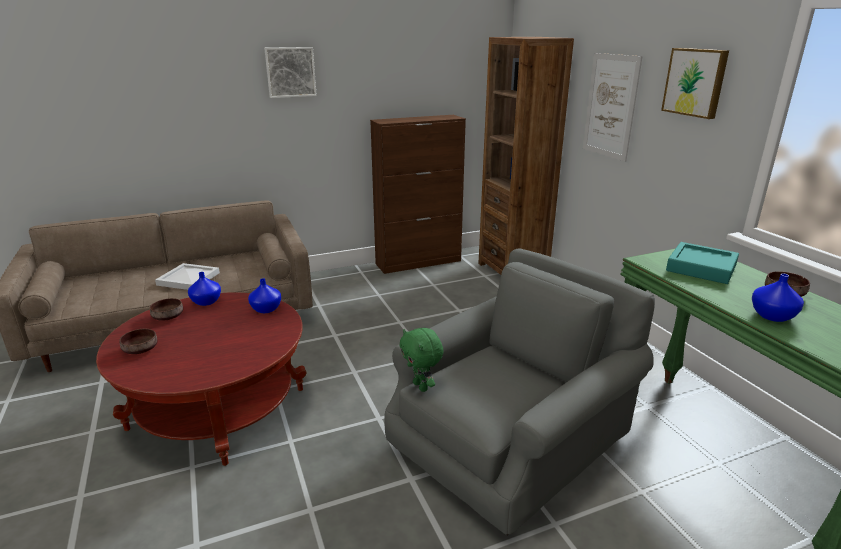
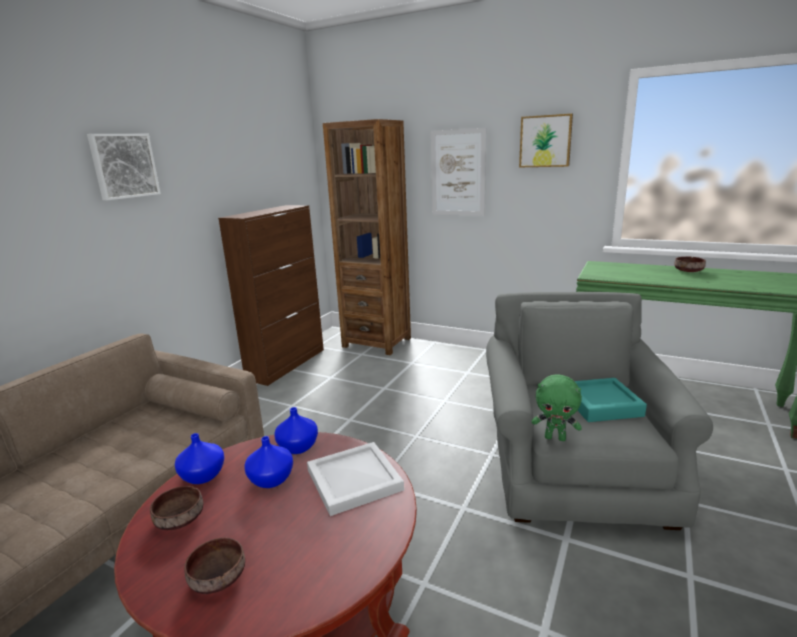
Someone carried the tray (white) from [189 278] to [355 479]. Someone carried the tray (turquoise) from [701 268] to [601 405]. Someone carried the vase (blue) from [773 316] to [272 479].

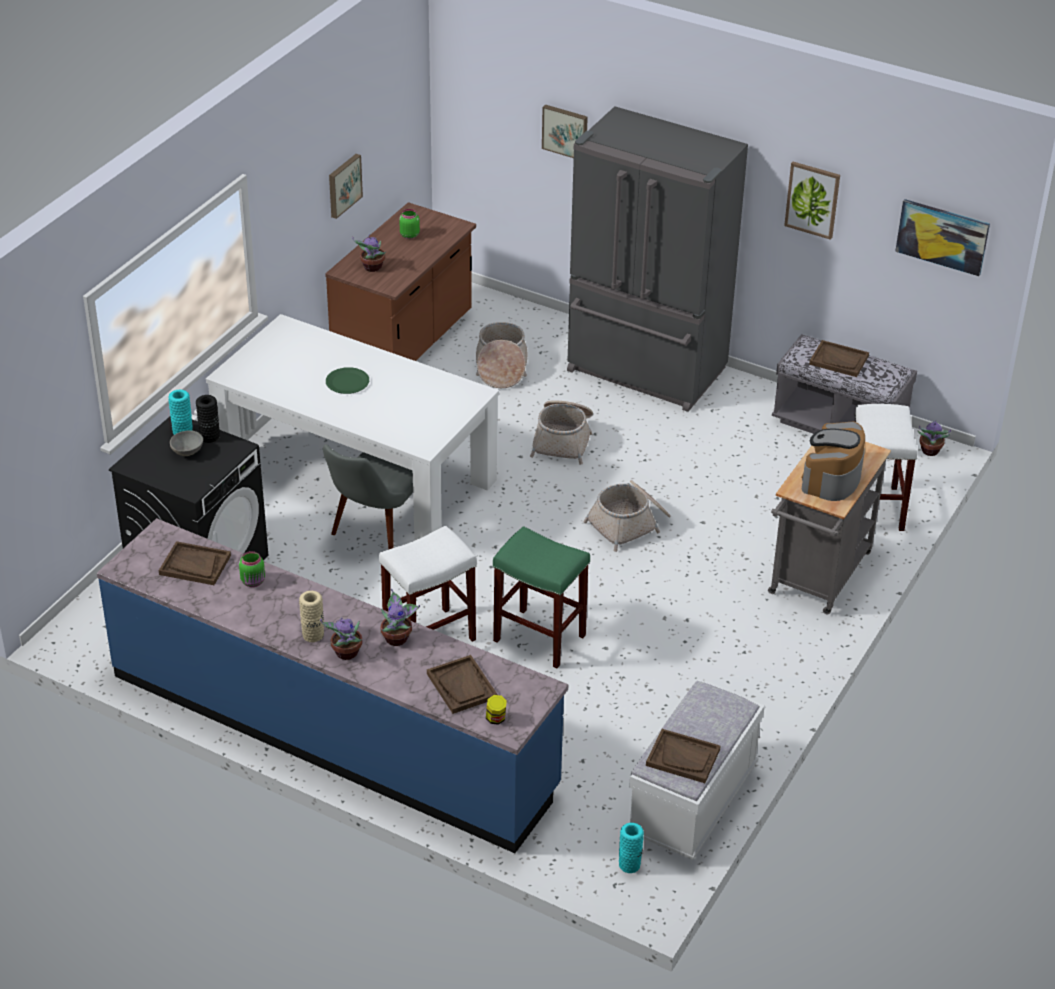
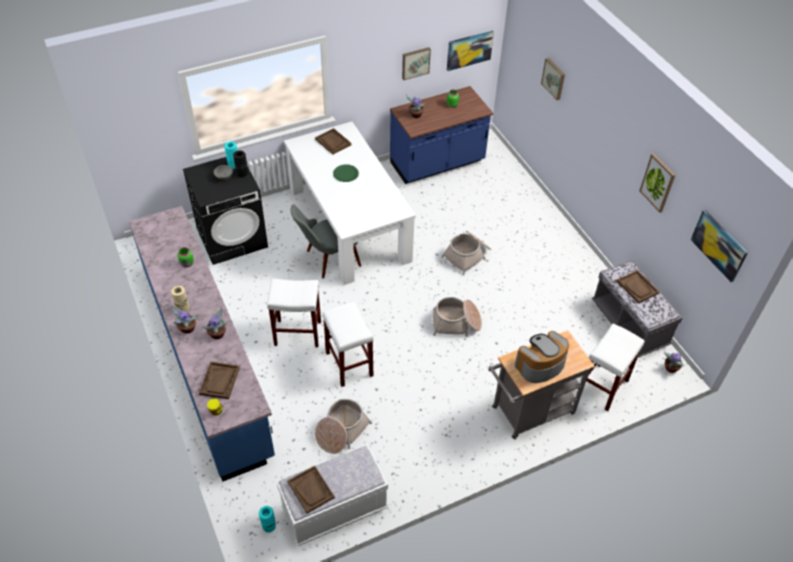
Someone carried the tray (brown) from [195 565] to [333 142]. Someone repainted the counter (brown) at [404 345], which became the counter (blue) at [437 164]. Someone carried the basket from [501 367] to [341 431]. Someone repainted the stool (green) at [538 638], which became the stool (white) at [348 364]. Someone took away the fridge (grey) at [645 371]. Someone put up the picture at [469 50].

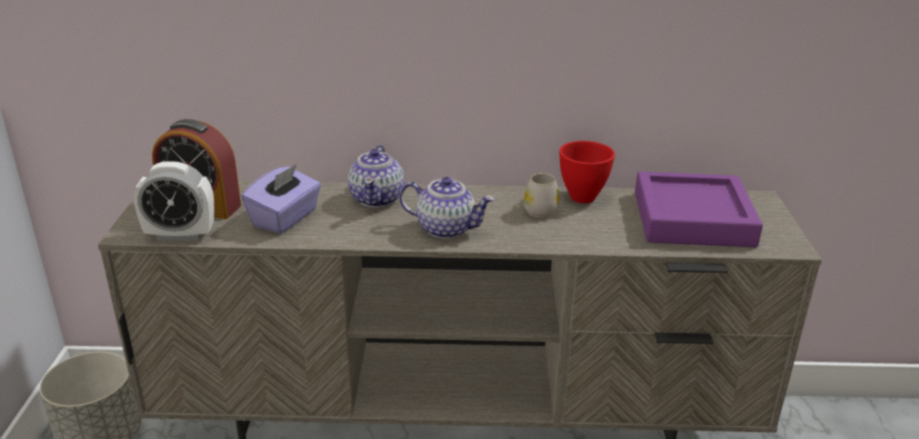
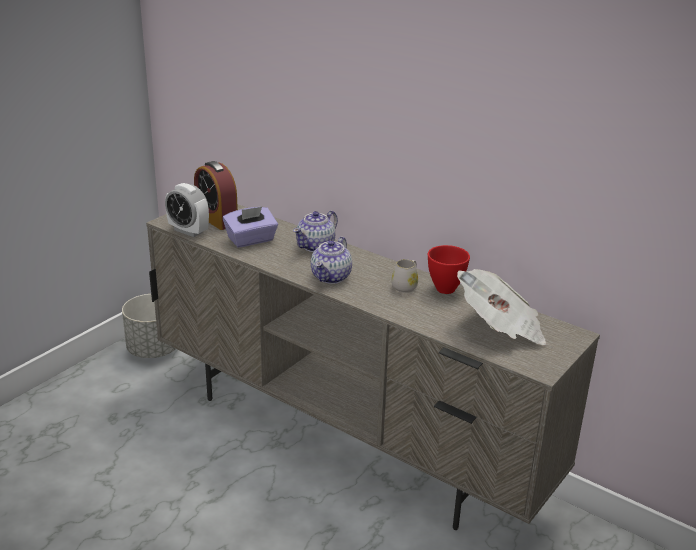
Someone rotated the teapot at [447 228] by 60 degrees clockwise. Someone swapped the tray (purple) at [692 219] for the newspaper at [500 328].

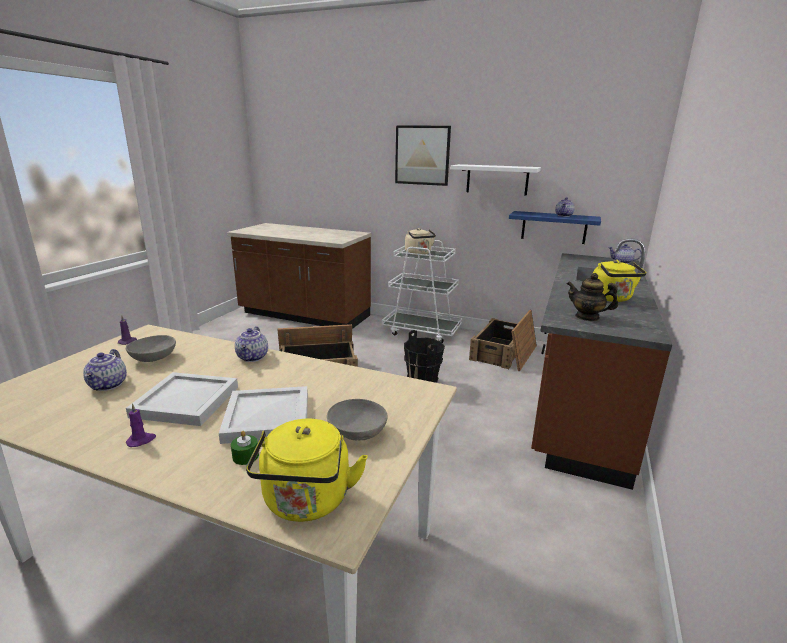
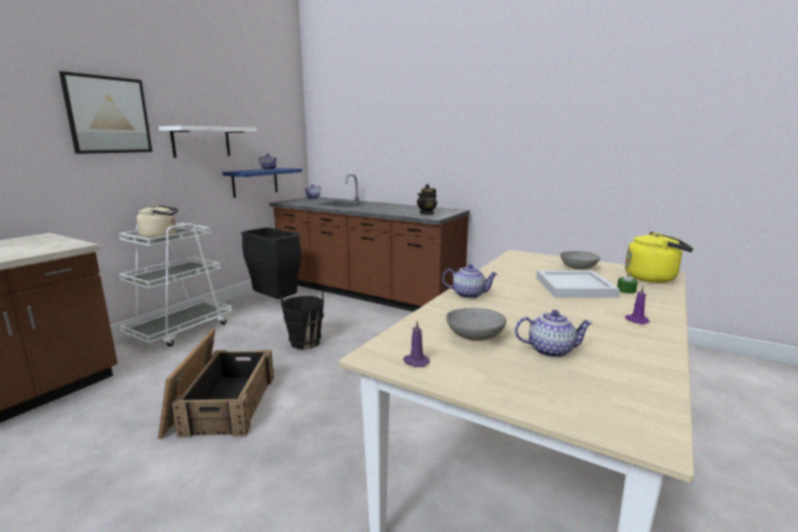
Someone took away the tray (white) at [185 401]. Someone swapped the crate at [504 353] for the trash can (black) at [276 302]. Someone took away the kettle (yellow) at [612 299].

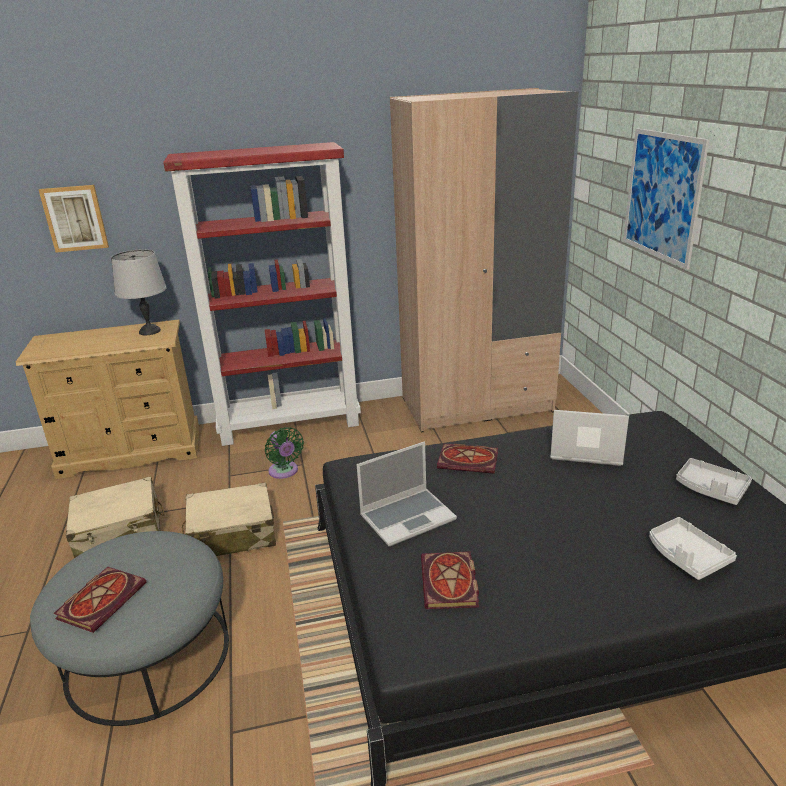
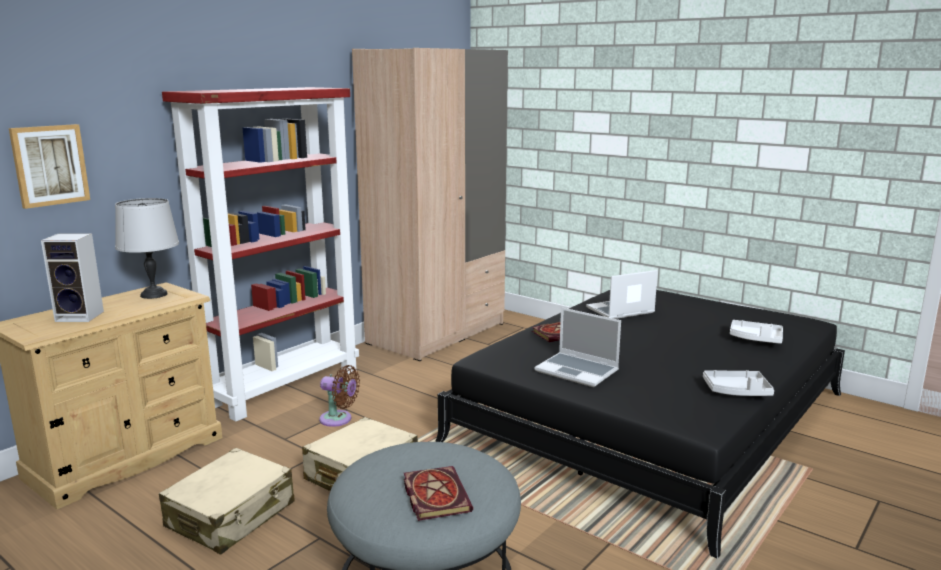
Someone repainted the fan (green) at [284 472], which became the fan (brown) at [339 419]. Someone rotated the laptop at [408 517] by 105 degrees clockwise. Someone took away the book at [450 584]. Someone took away the picture at [662 196]. Someone carried the tray (grey) from [711 489] to [737 391]. Someone put down the speaker at [81 316].

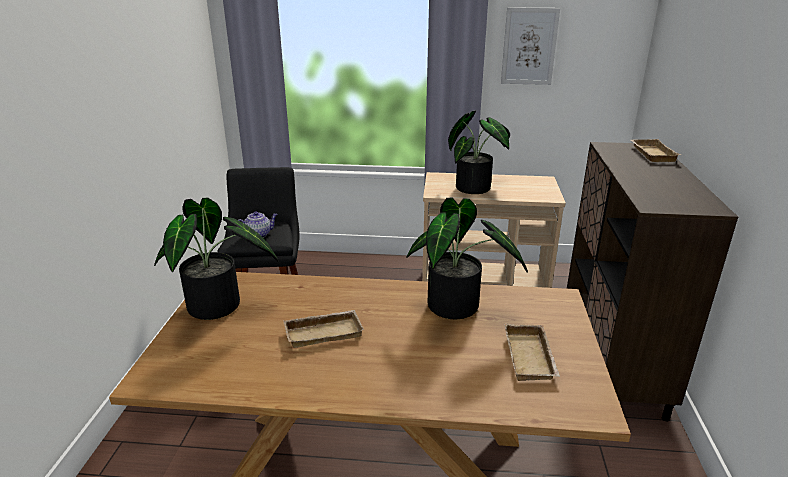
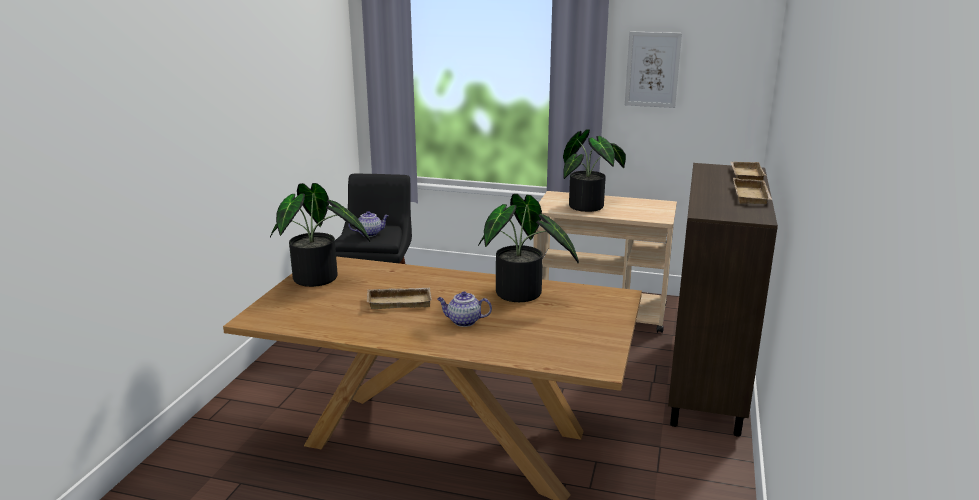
Someone carried the tray (beige) from [531 357] to [752 196]. Someone put down the teapot at [463 321].

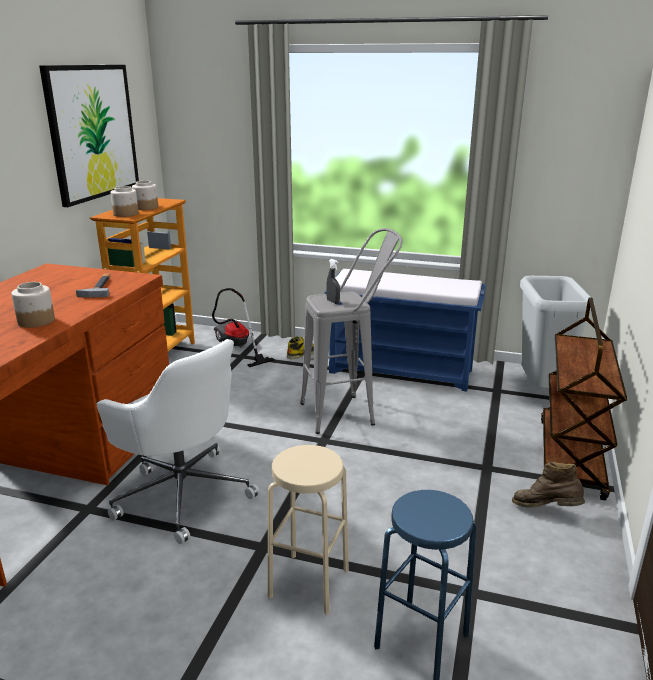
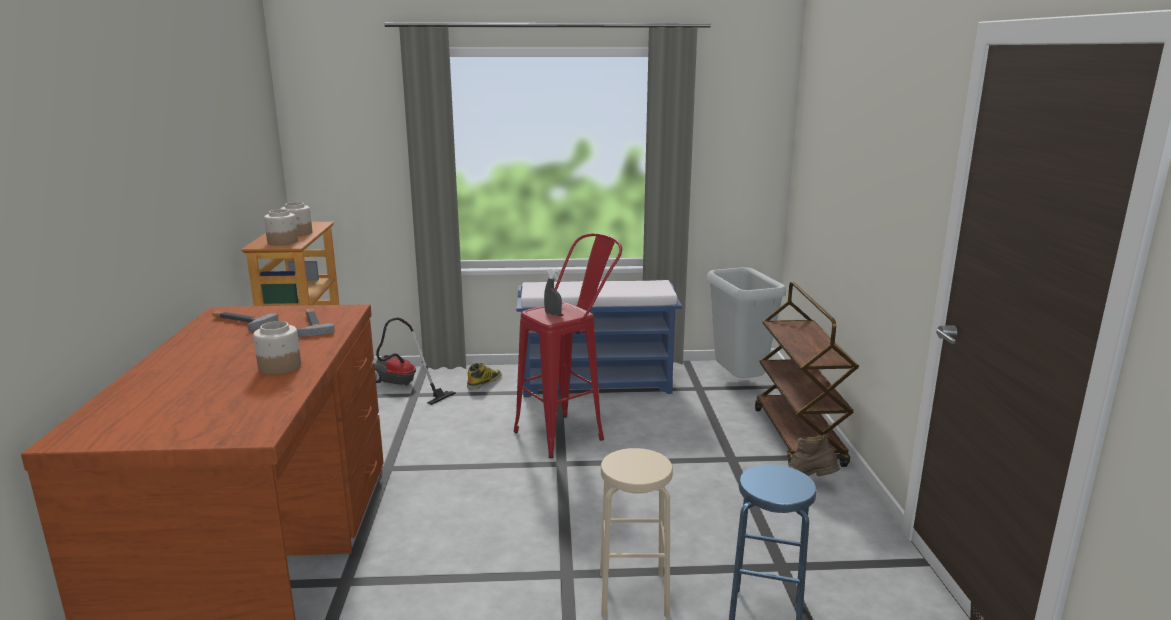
Someone took away the picture at [92 132]. Someone took away the office chair (white) at [183 492]. Someone repainted the stool (grey) at [349 412], which became the stool (red) at [570 432]. Someone put down the hammer at [239 322].

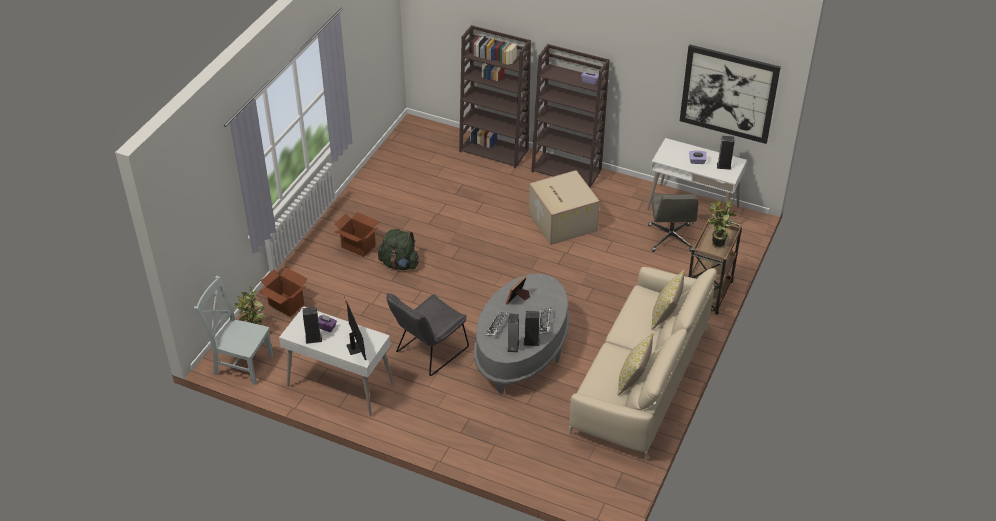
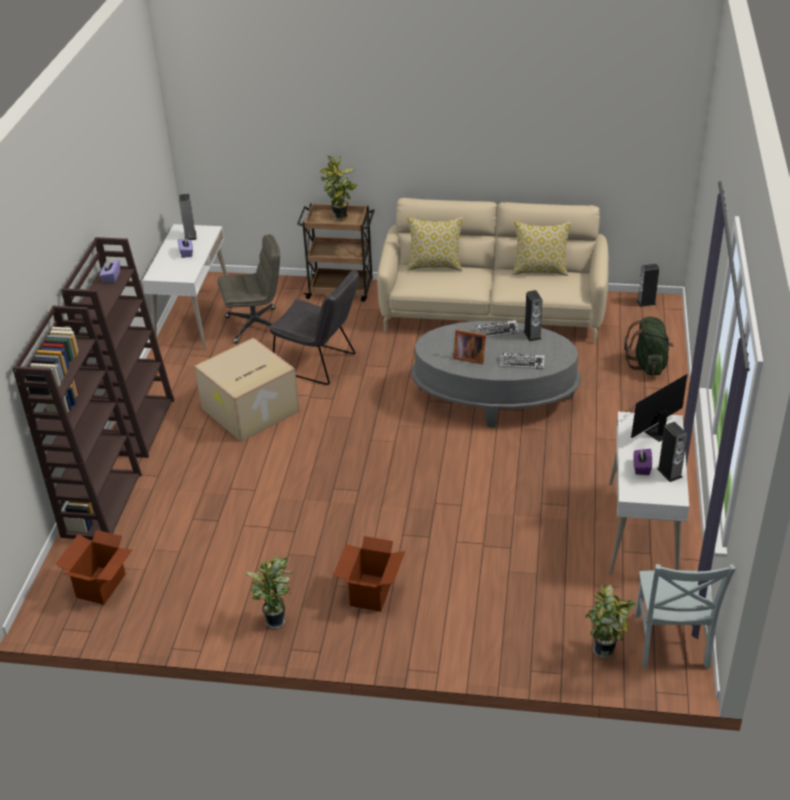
Someone carried the cardboard box from [286 305] to [102 586]. Someone carried the backpack (green) from [399 264] to [648 365]. Someone carried the chair (grey) from [428 352] to [319 364]. Someone carried the speaker from [513 346] to [646 302]. Someone took away the picture at [728 93]. Someone put down the potted plant at [275 619].

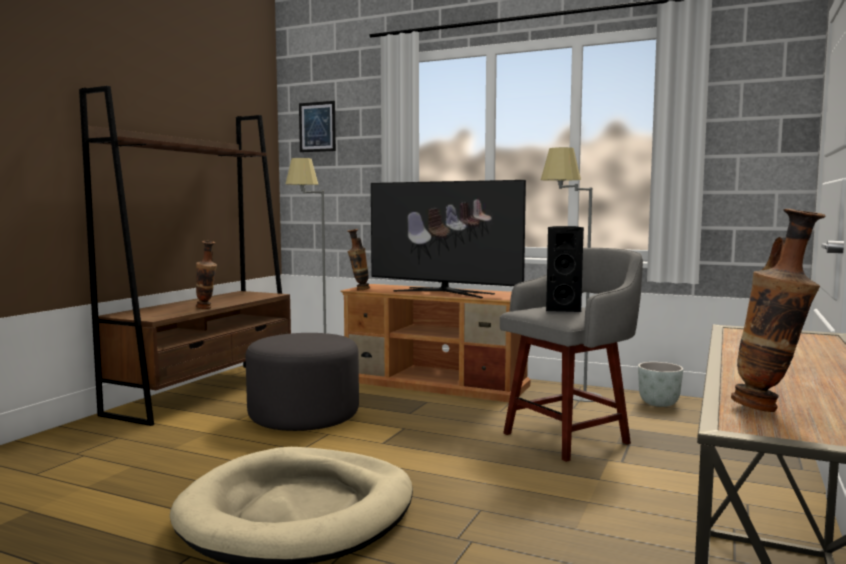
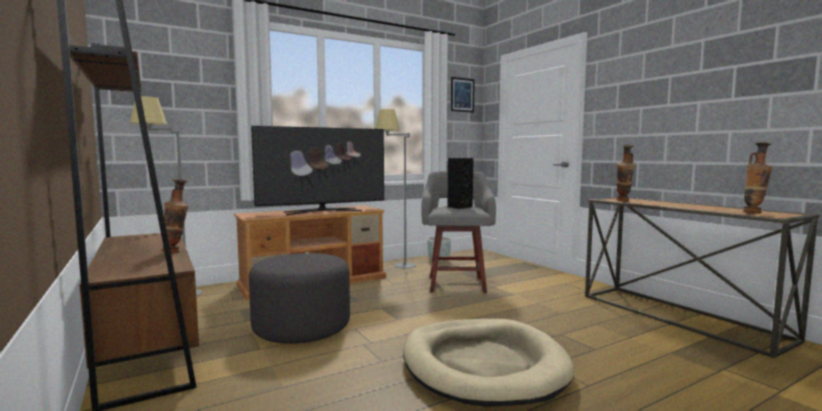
Someone carried the picture from [317 127] to [462 95]. Someone carried the vase from [358 290] to [623 201].

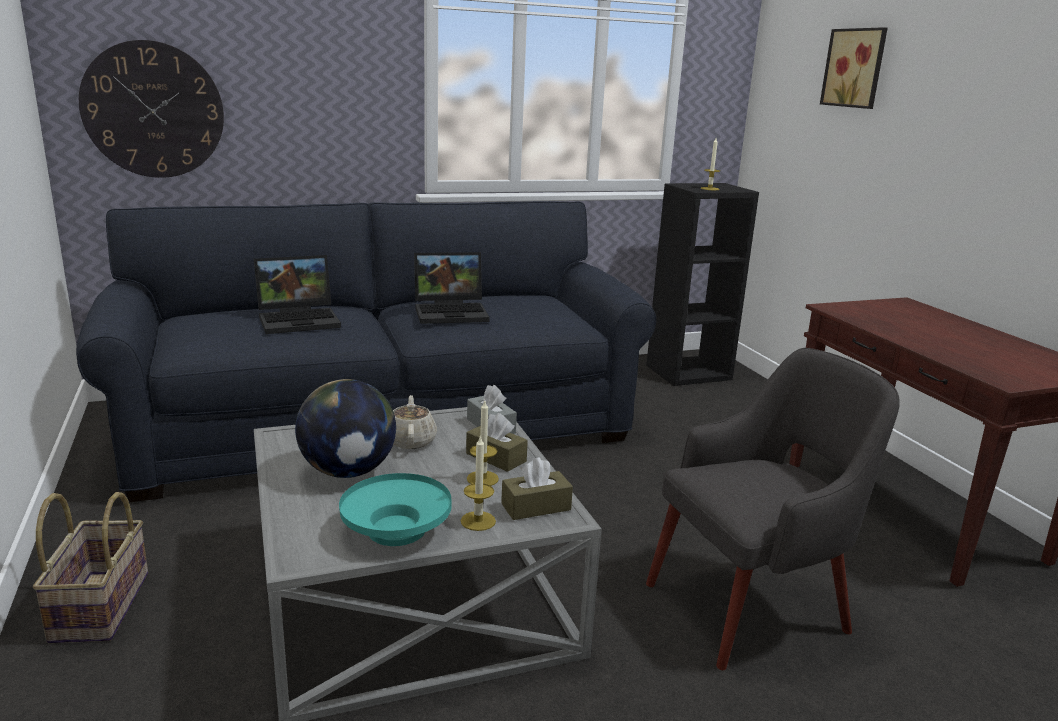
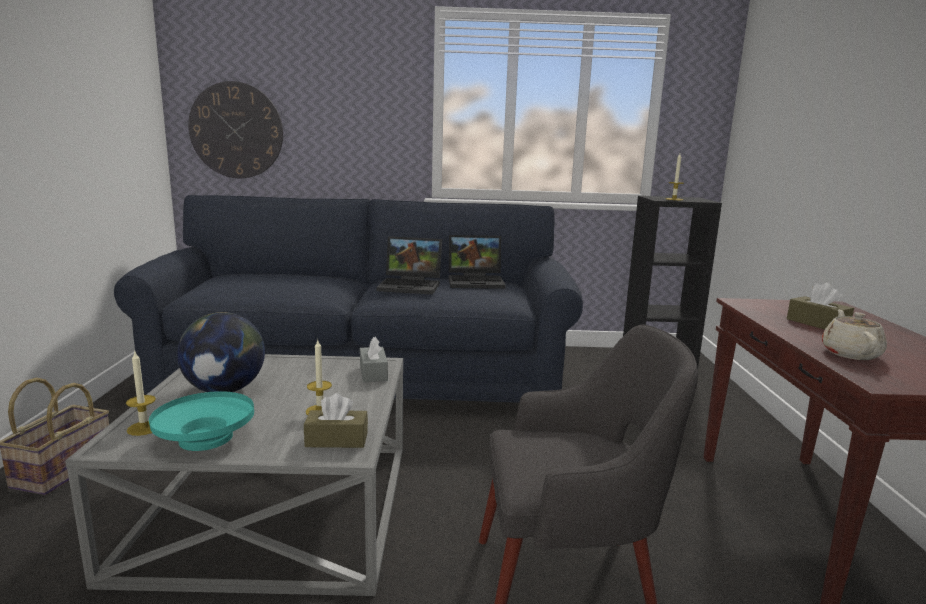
Someone carried the laptop from [300 320] to [477 281]. Someone carried the teapot (beige) from [411 440] to [850 353]. Someone carried the candle from [478 521] to [144 428]. Someone carried the tissue box (brown) from [496 457] to [817 324]. Someone took away the picture at [856 68].

